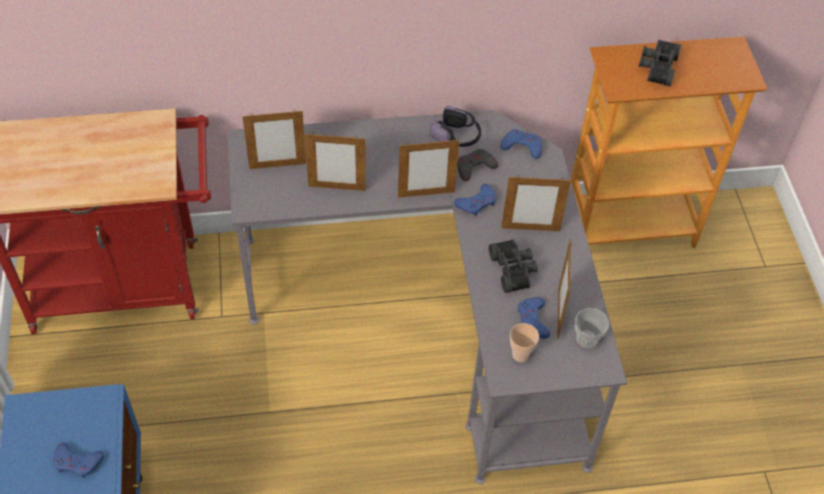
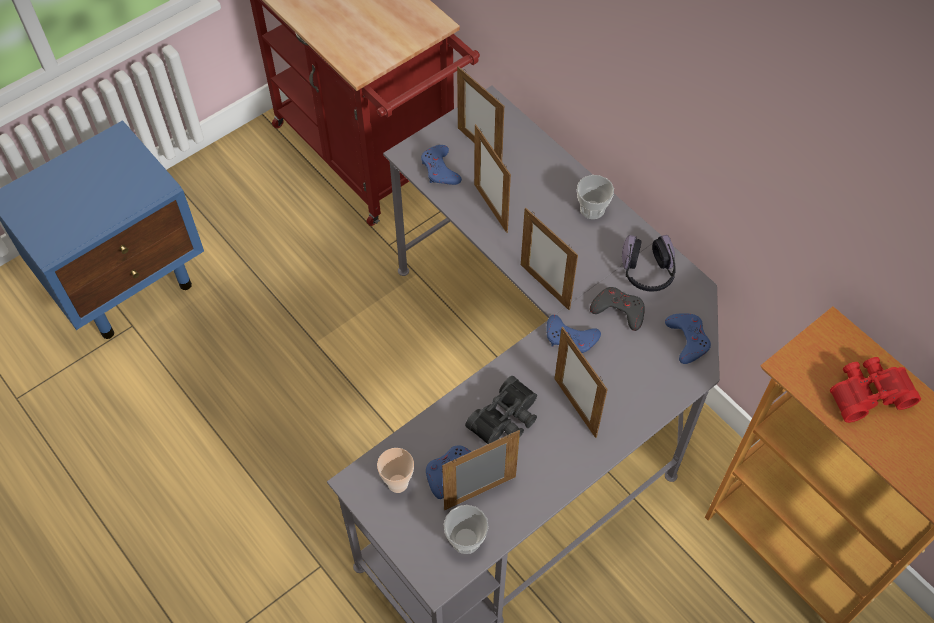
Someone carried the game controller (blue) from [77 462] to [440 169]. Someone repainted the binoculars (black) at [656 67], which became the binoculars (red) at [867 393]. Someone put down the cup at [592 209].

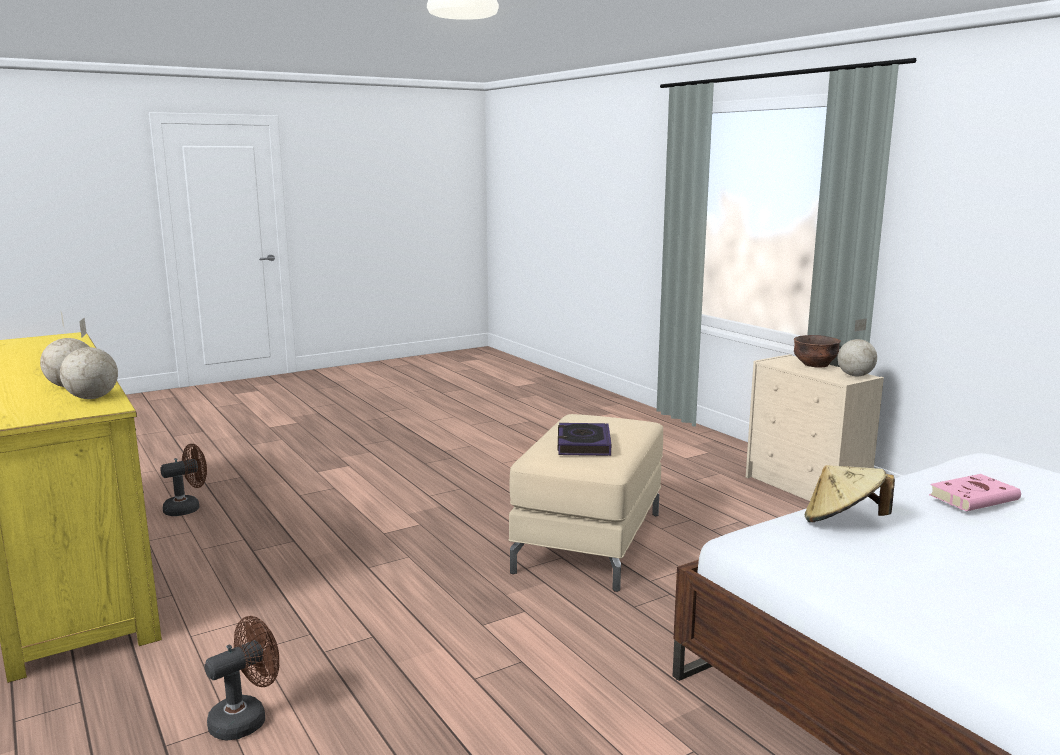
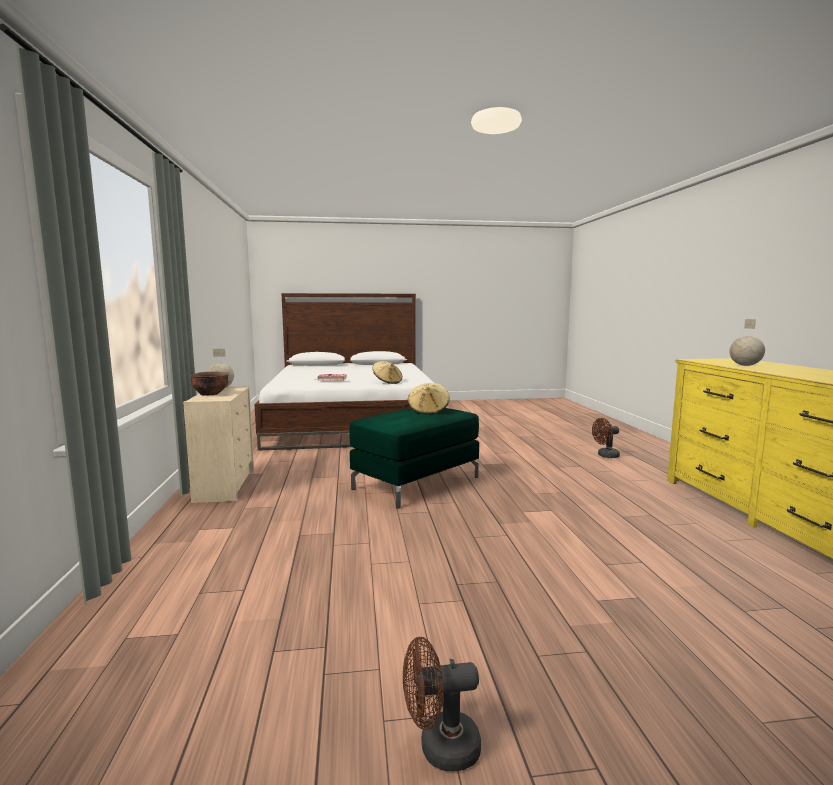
Someone took away the globe at [93 398]. Someone carried the fan (brown) from [188 508] to [440 748]. Someone repainted the ottoman (beige) at [590 542], which became the ottoman (green) at [417 482]. Someone swapped the book at [583 445] for the hat (beige) at [428 411].

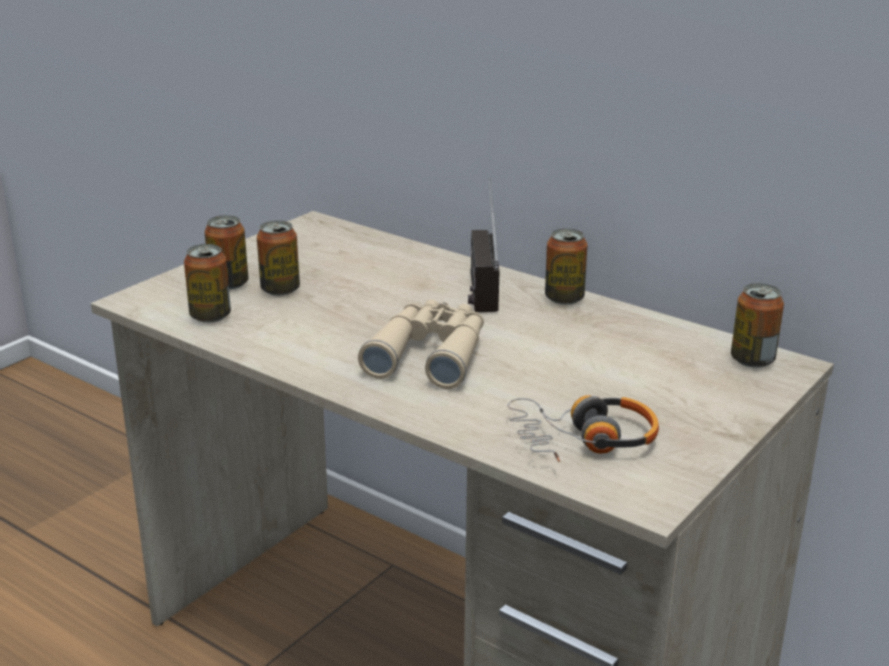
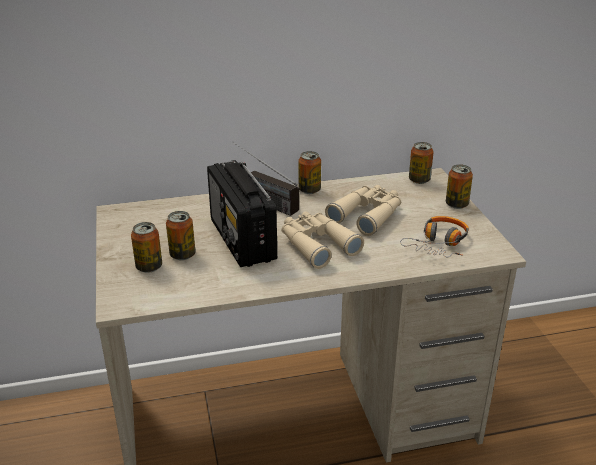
Someone carried the can from [210 316] to [456 204]. Someone put down the radio at [242 240]. Someone put down the binoculars (beige) at [367 215].

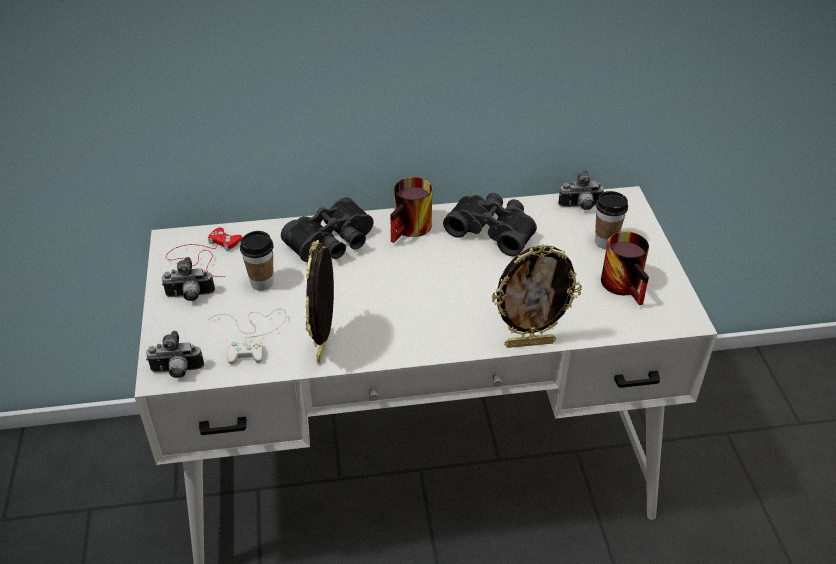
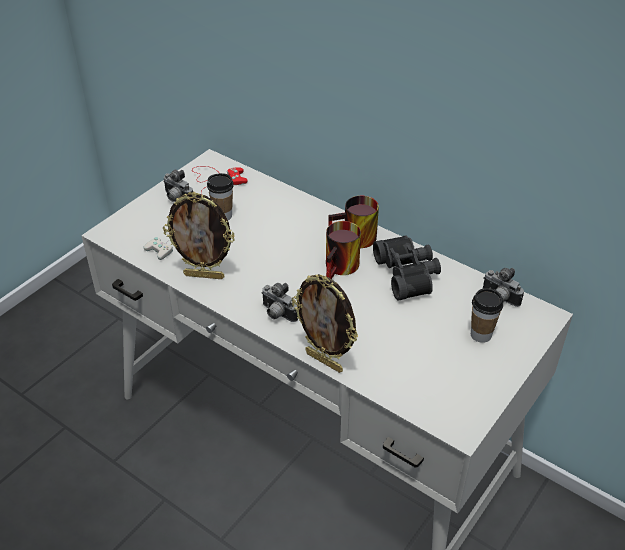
Someone carried the photo camera from [177 372] to [277 314]. Someone took away the binoculars (black) at [333 243]. Someone rotated the picture frame at [325 346] by 135 degrees counterclockwise. Someone carried the mug from [627 286] to [342 268].

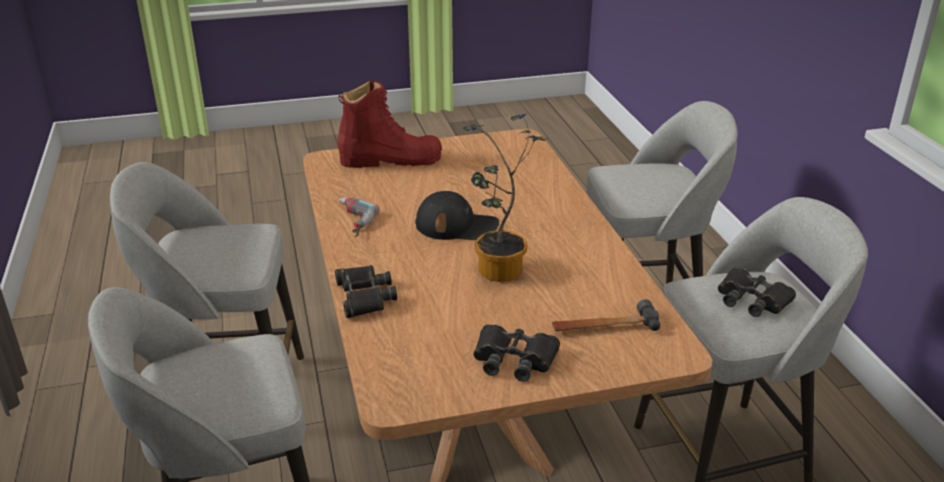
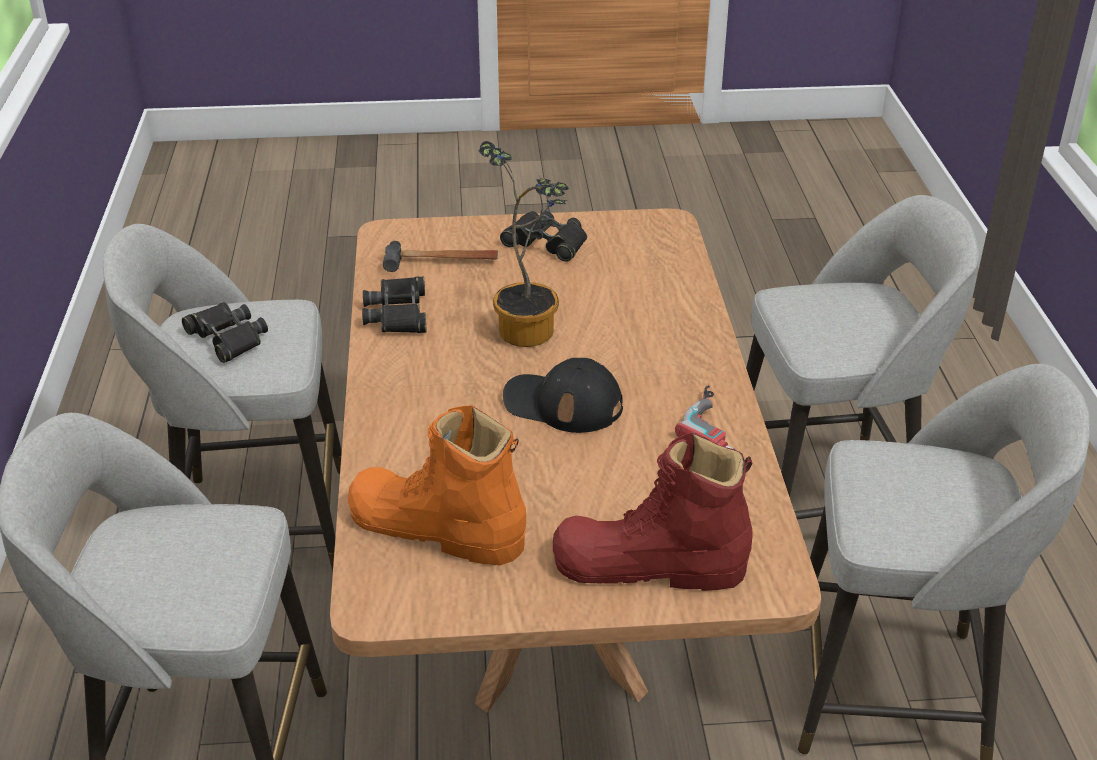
Someone carried the binoculars (black) from [364 296] to [398 313]. Someone put down the boot (orange) at [436 528].

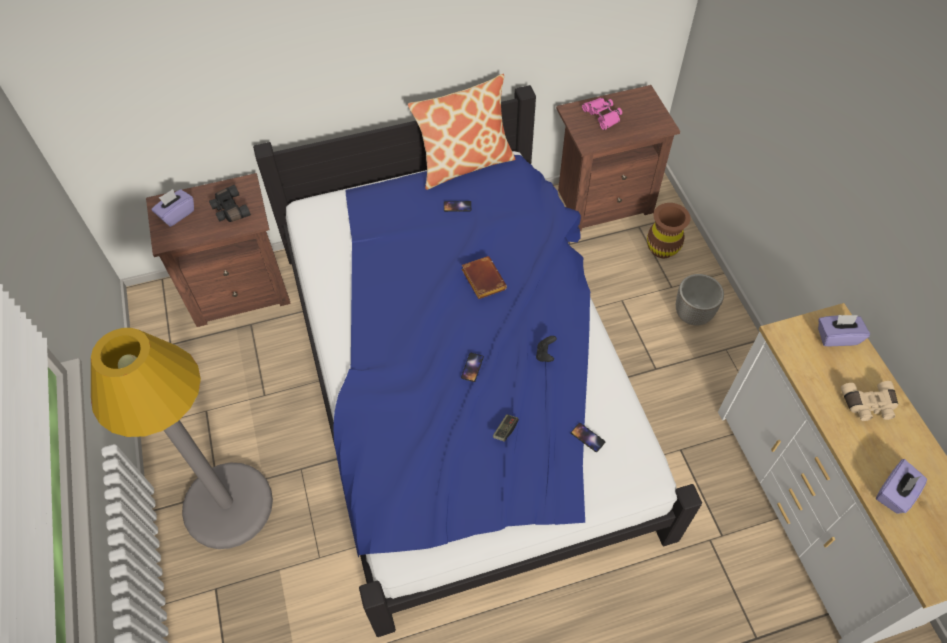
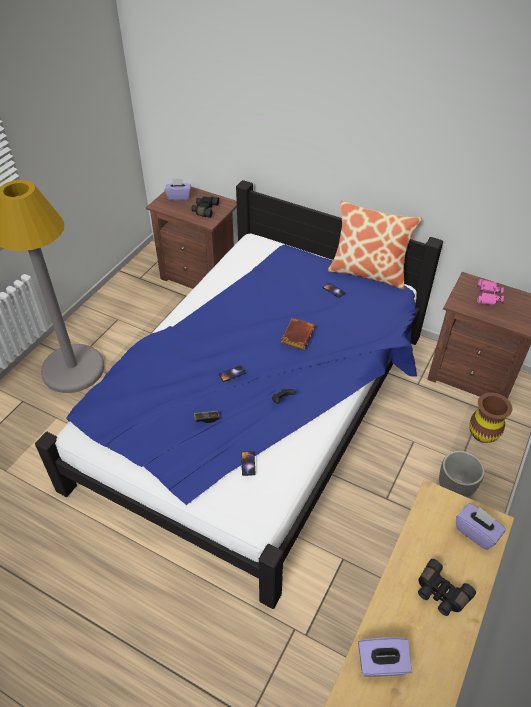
Someone repainted the binoculars (beige) at [868 405], which became the binoculars (black) at [440 593].

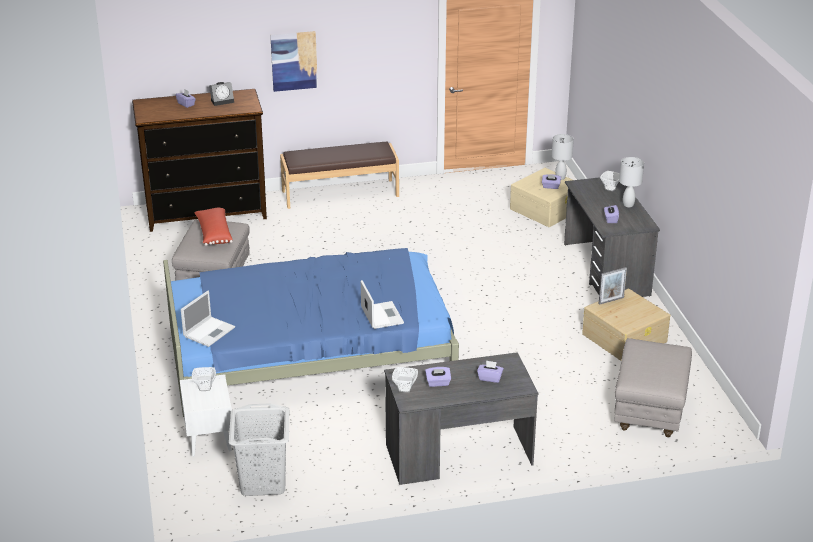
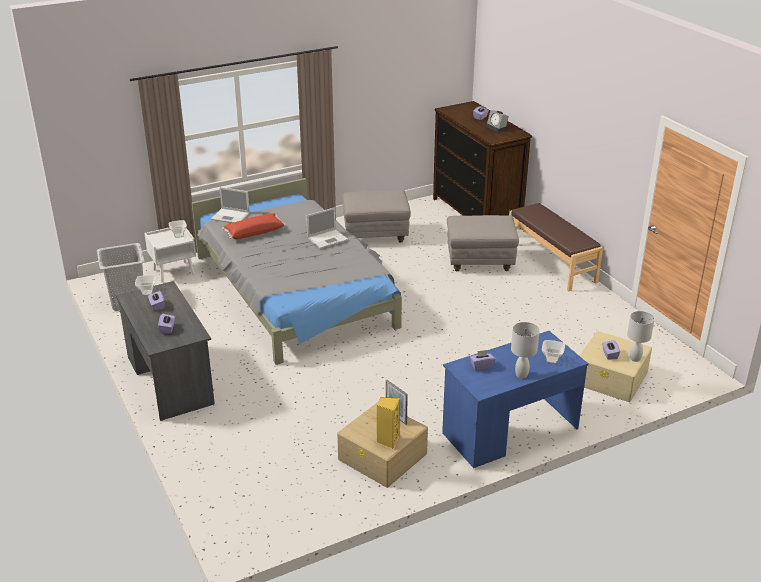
Someone repainted the bed (blue) at [312 352], which became the bed (grey) at [294 292]. Someone carried the pillow (red) from [214 234] to [254 232]. Someone took away the picture at [294 61]. Someone carried the laptop from [381 315] to [328 239]. Someone repainted the desk (grey) at [606 270], which became the desk (blue) at [510 431]. Someone carried the ottoman (grey) from [650 412] to [479 263]. Someone put down the speaker (yellow) at [388 440].

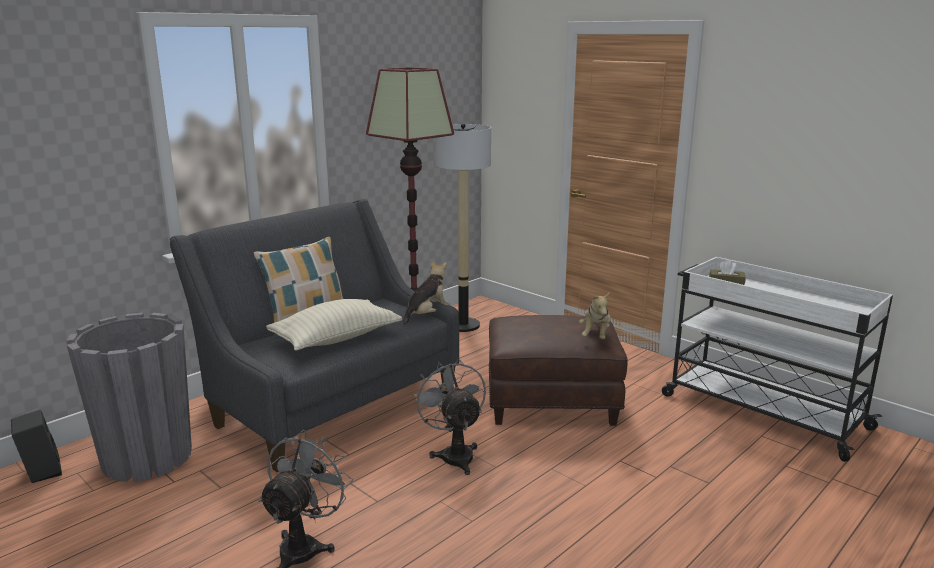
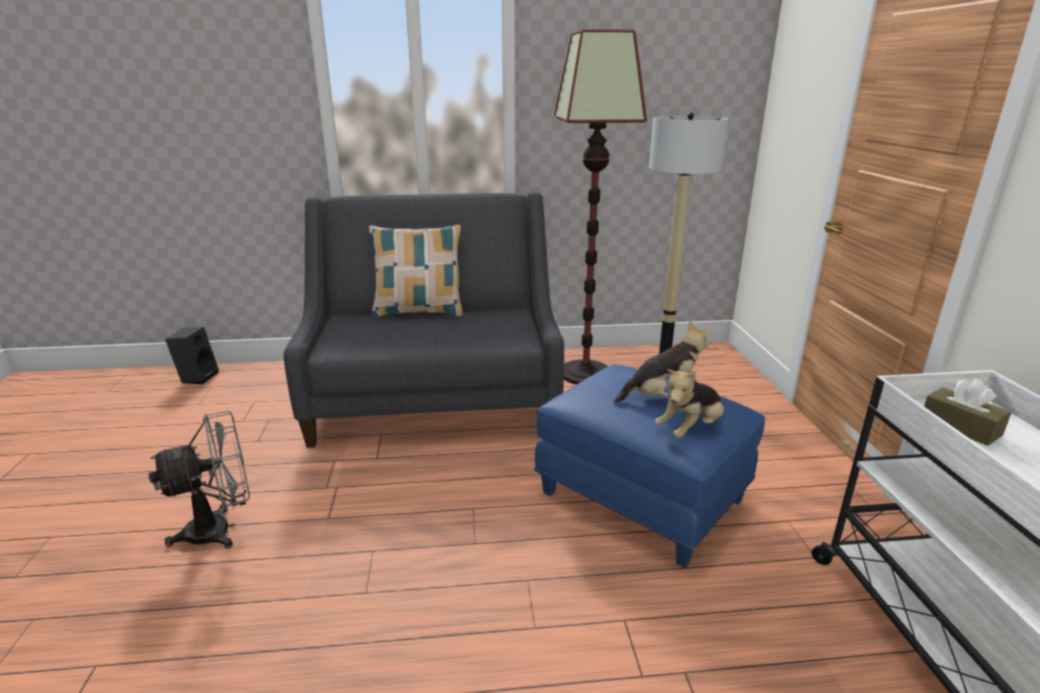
Someone took away the planter (grey) at [147 457]. Someone took away the pillow (beige) at [336 339]. Someone carried the plush toy from [427 315] to [662 397]. Someone took away the fan (grey) at [454 454]. Someone repainted the ottoman (brown) at [550 403], which became the ottoman (blue) at [639 497].

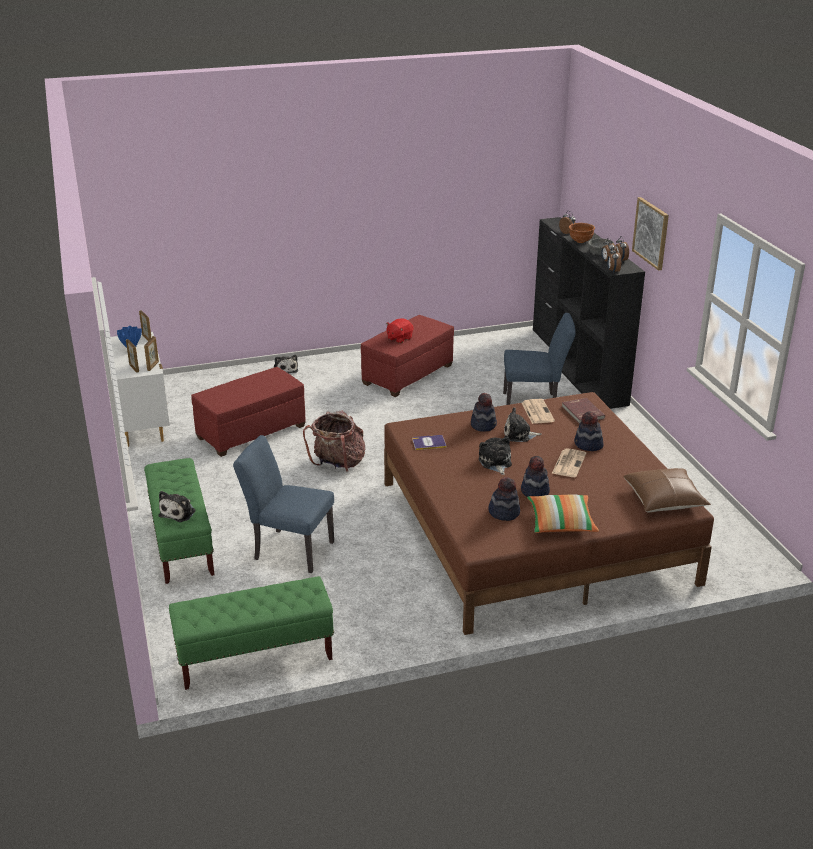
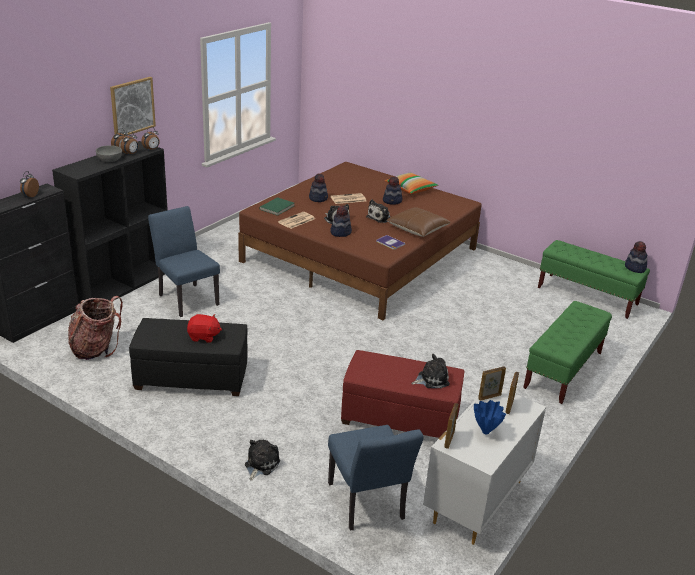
Someone carried the plush toy from [179 512] to [431 379]. Someone carried the chair (blue) from [288 549] to [368 505]. Someone carried the backpack from [338 464] to [96 348]. Someone repainted the ottoman (red) at [408 374], which became the ottoman (black) at [191 378]. Someone carried the hat from [504 512] to [634 268]. Someone repainted the book (red) at [582 412], which became the book (green) at [277 208]. Someone took away the bowl (brown) at [580 241]. Someone carried the pillow (brown) from [664 500] to [417 228].

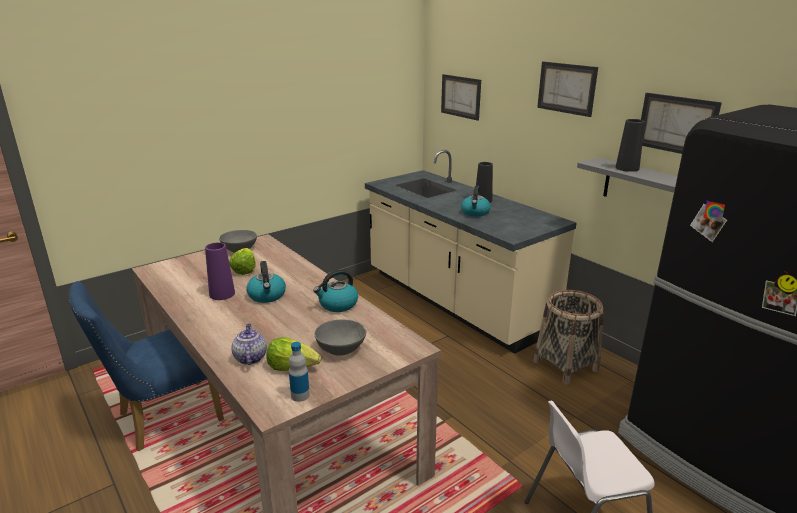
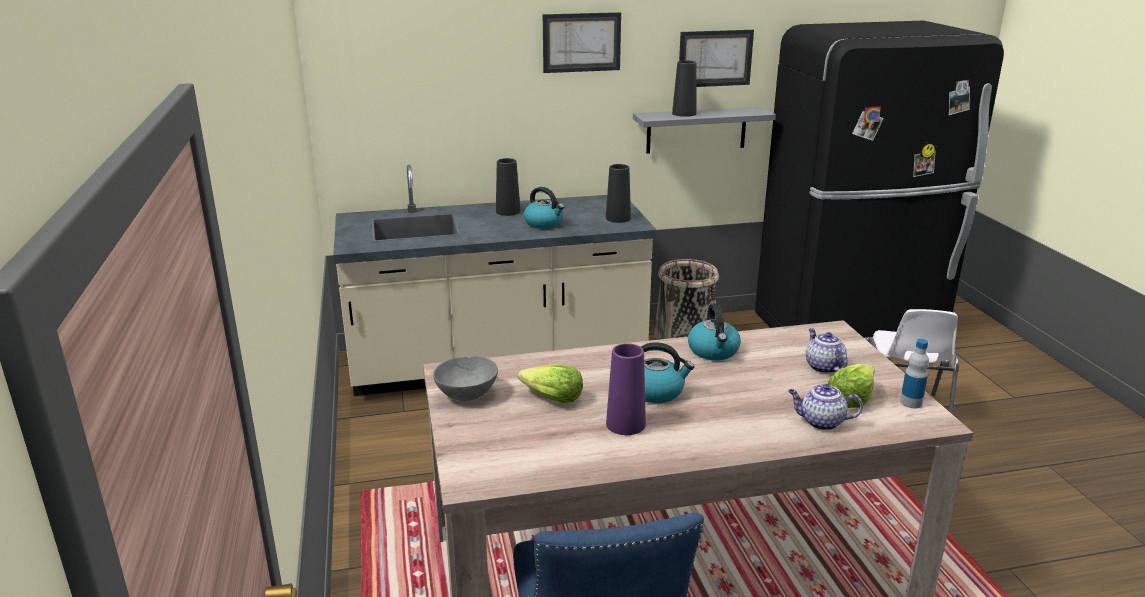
Someone swapped the bowl (grey) at [341 349] for the teapot at [823 367]. Someone took away the picture at [461 96]. Someone put down the vase (black) at [618 218].

